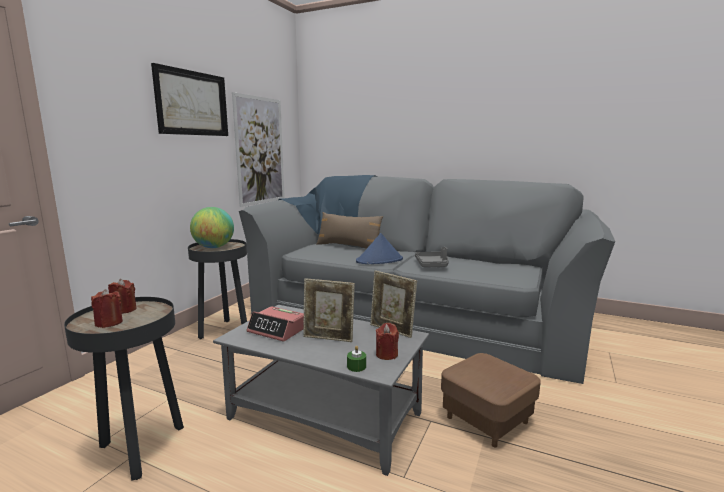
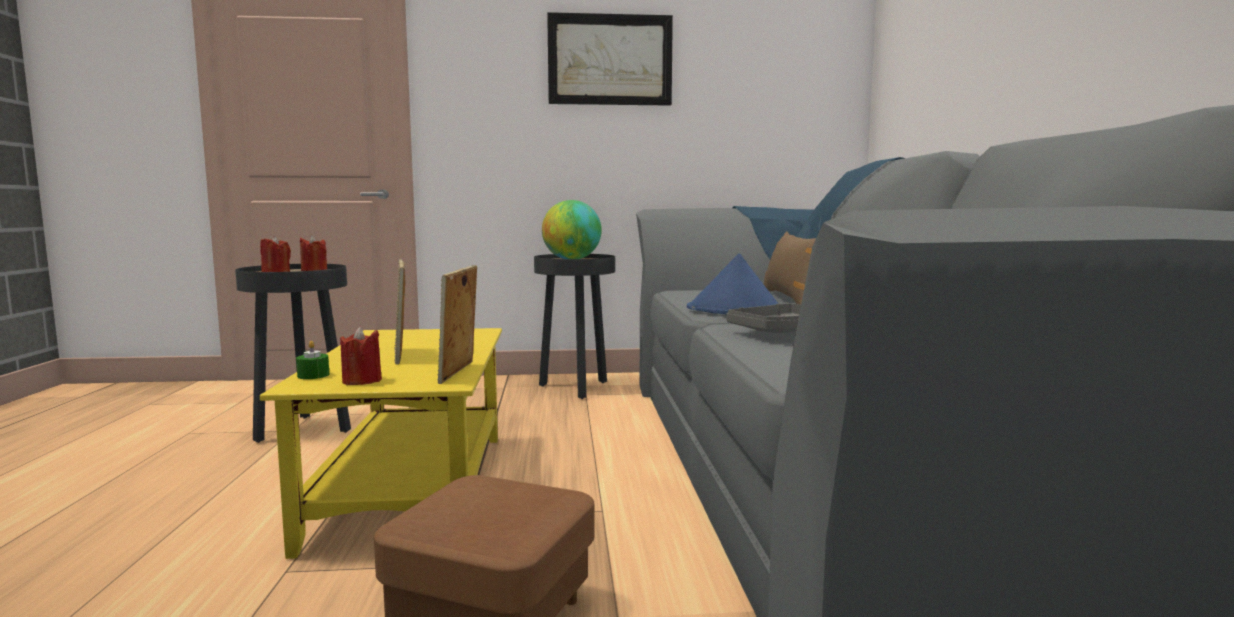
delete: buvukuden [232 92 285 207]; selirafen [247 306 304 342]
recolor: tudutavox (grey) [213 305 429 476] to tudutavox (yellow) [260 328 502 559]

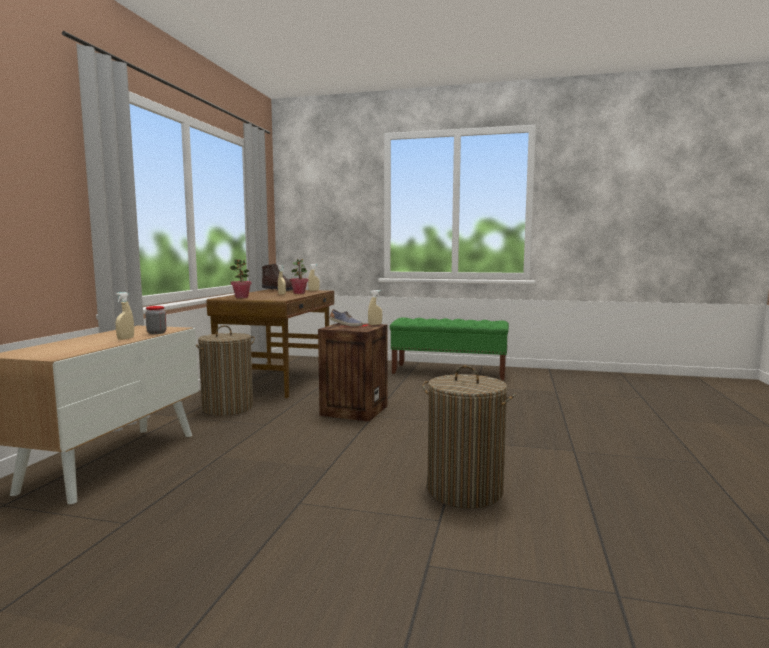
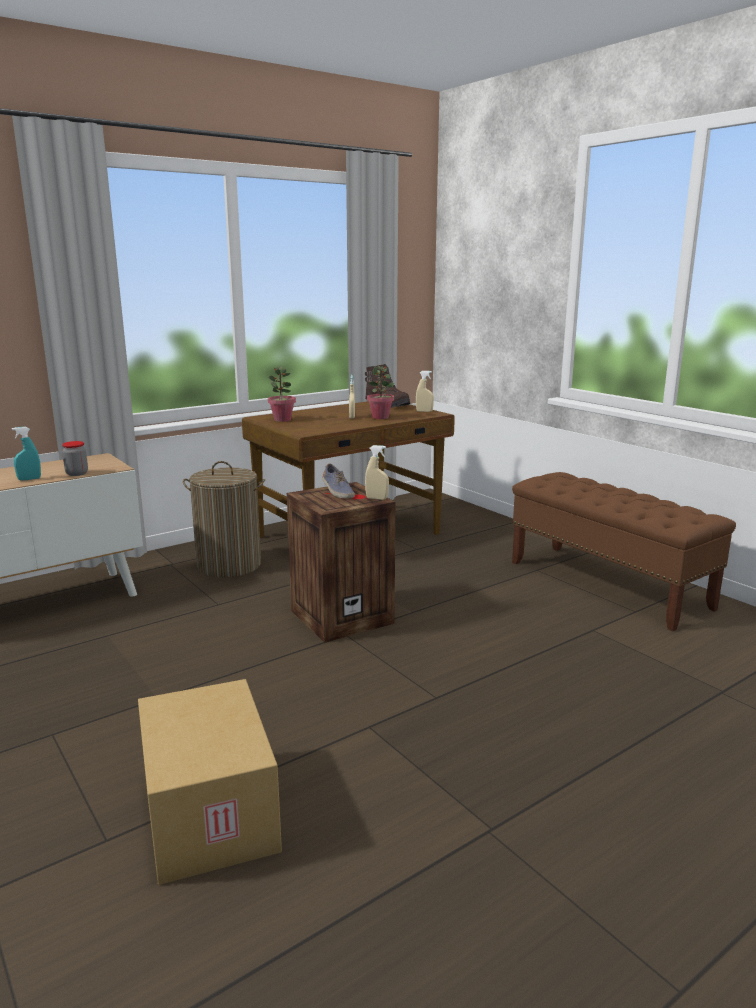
replace: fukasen [422 365 516 508] to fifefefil [138 679 282 885]
recolor: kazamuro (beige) [116 292 134 340] to kazamuro (turquoise) [12 427 41 480]; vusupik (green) [390 317 509 380] to vusupik (brown) [512 472 736 631]

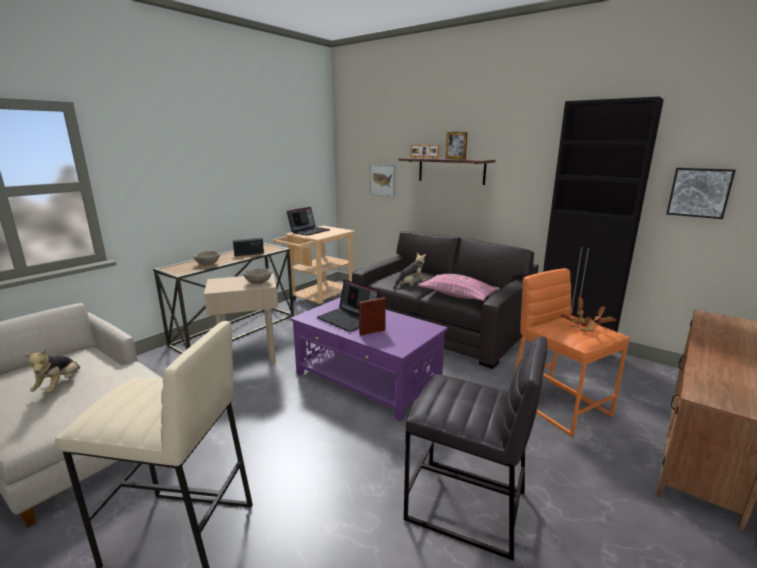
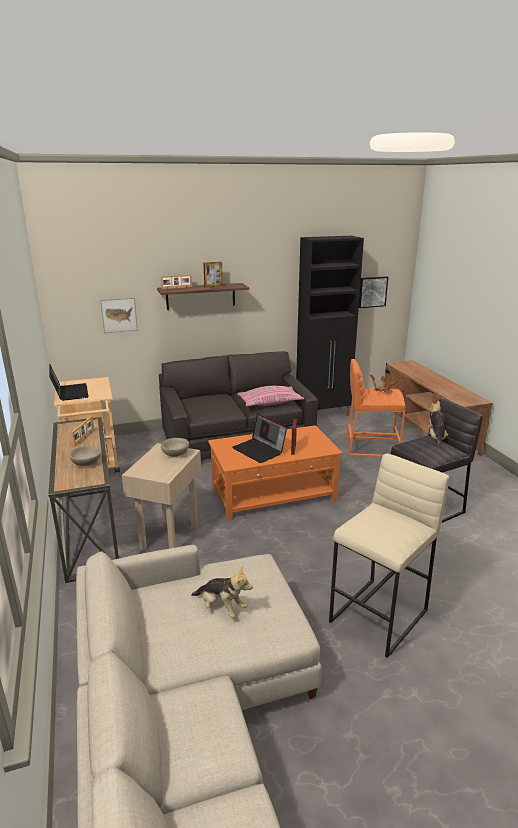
move: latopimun [393 253 426 289] to [428 401 448 450]
replace: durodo [233 238 264 256] to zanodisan [71 416 94 447]
recolor: tudutavox (purple) [290 297 448 421] to tudutavox (orange) [208 425 343 520]
rotate: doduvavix [317 280 379 332] = [232 414 287 463] 60 degrees clockwise

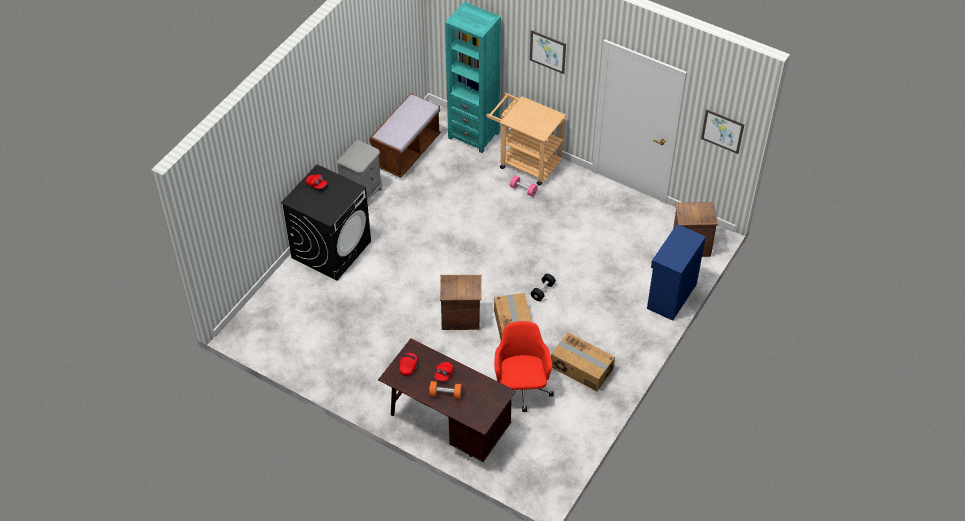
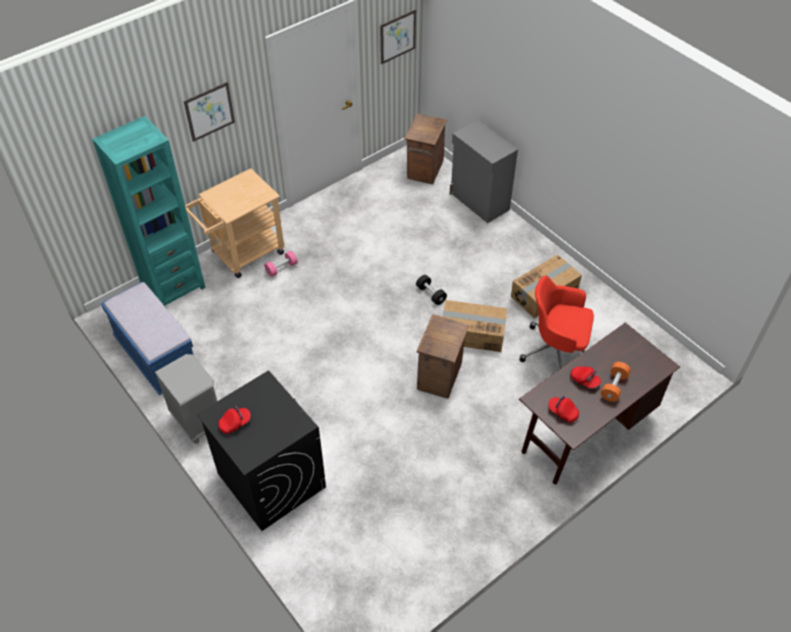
recolor: vusupik (brown) [370 93 441 178] to vusupik (blue) [101 282 193 395]; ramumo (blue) [647 224 706 321] to ramumo (grey) [450 120 518 223]

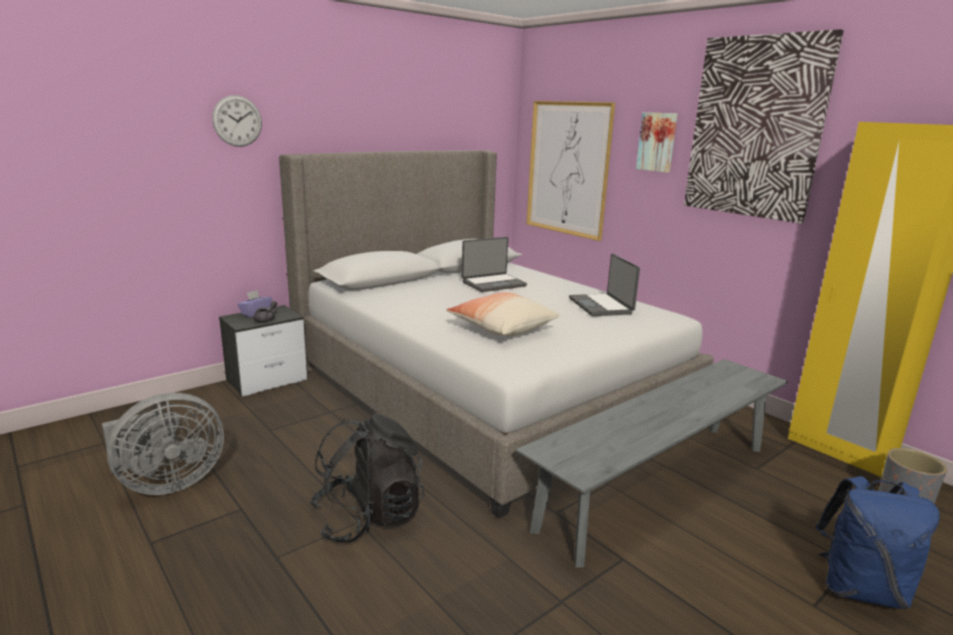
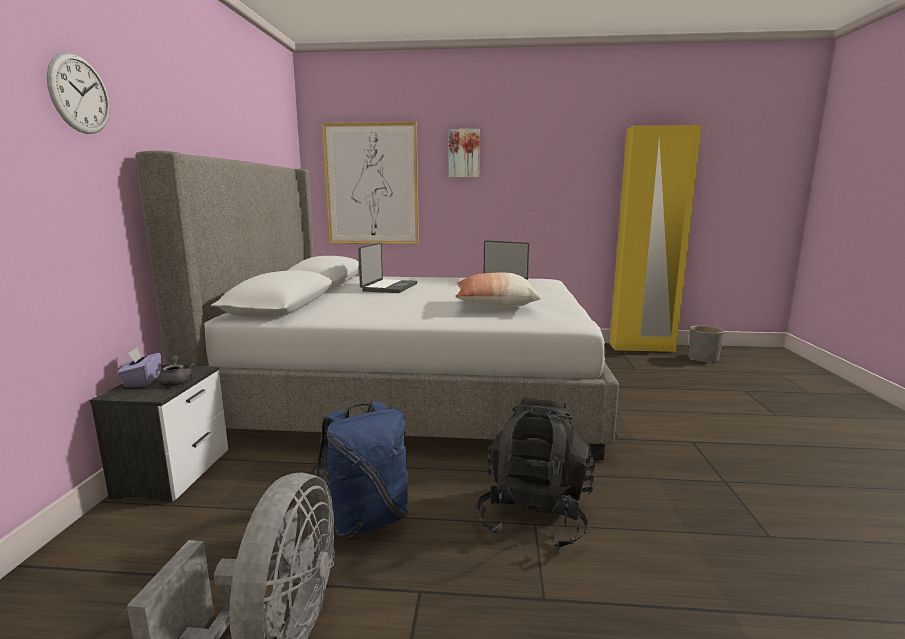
delete: buvukuden [684 29 844 224]; vusupik (grey) [516 359 788 568]
move: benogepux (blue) [815 476 940 609] to [316 401 408 537]

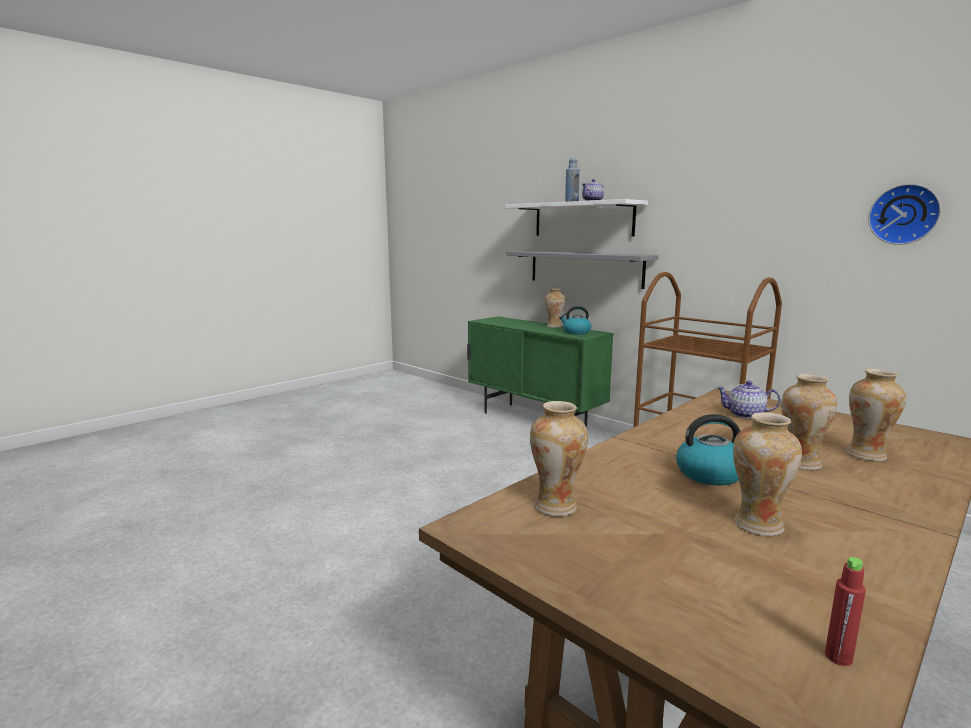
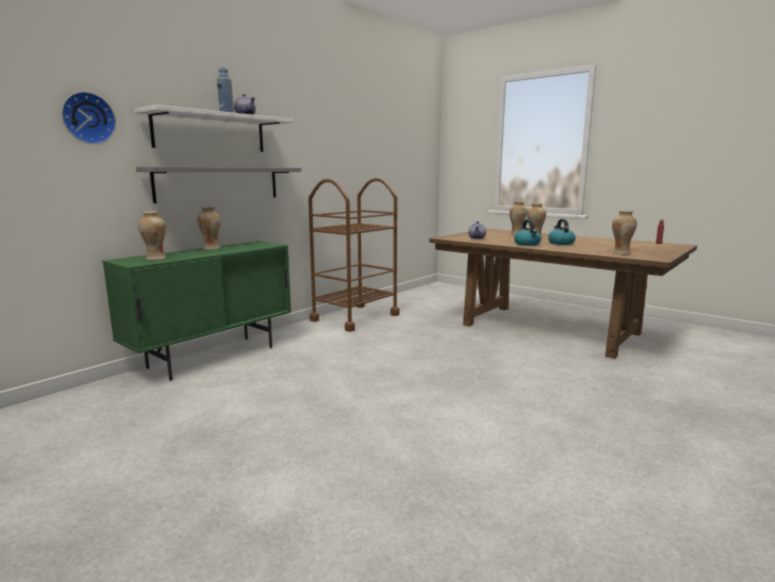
move: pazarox [868 184 941 245] to [61 92 116 144]; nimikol [559 306 591 335] to [514 219 541 246]; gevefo [733 412 802 536] to [138 212 166 260]

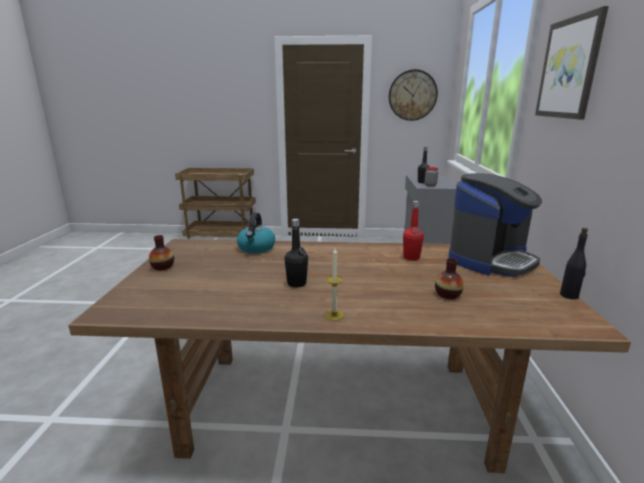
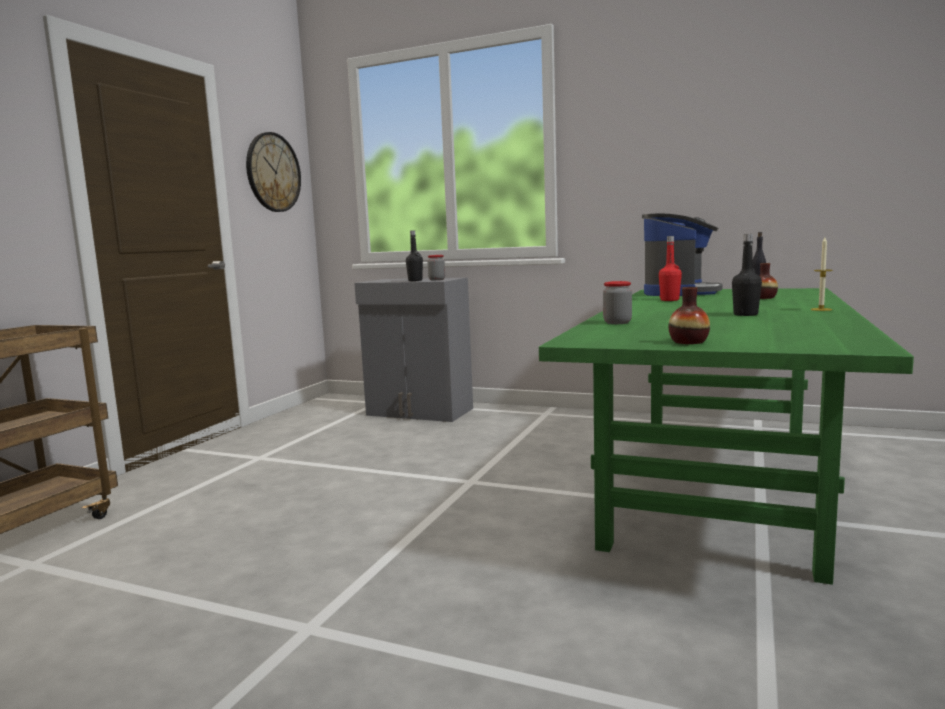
delete: buvukuden [535 6 609 120]
replace: nimikol [237 213 275 253] to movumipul [603 281 632 324]
recolor: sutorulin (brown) [68 239 631 473] to sutorulin (green) [539 288 914 585]
rotate: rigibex [449 173 542 277] = [642 214 723 296] 45 degrees clockwise

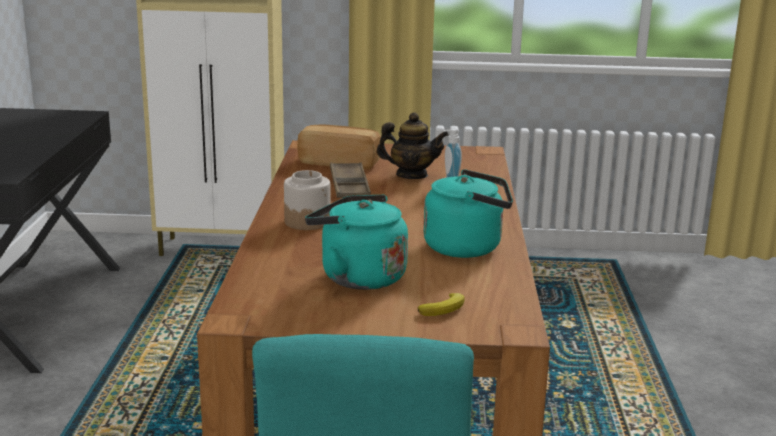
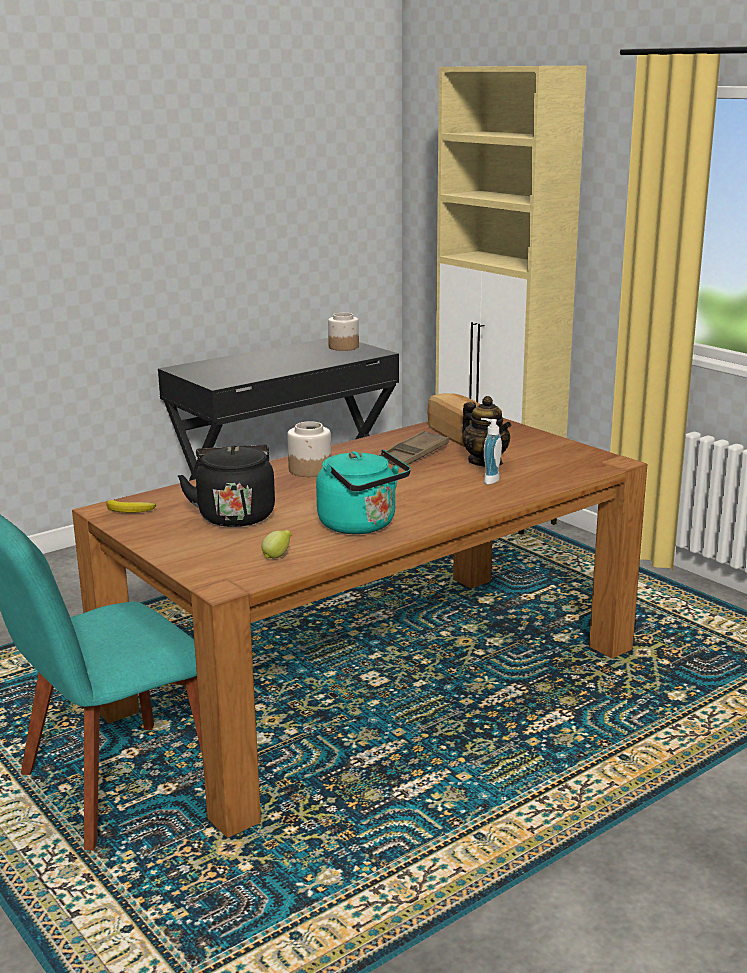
insert: movumipul [328 313 359 351]; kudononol [261 530 292 559]
move: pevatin [418 293 465 316] to [106 500 156 513]
recolor: nimikol (turquoise) [305 195 408 290] to nimikol (black) [178 445 275 527]

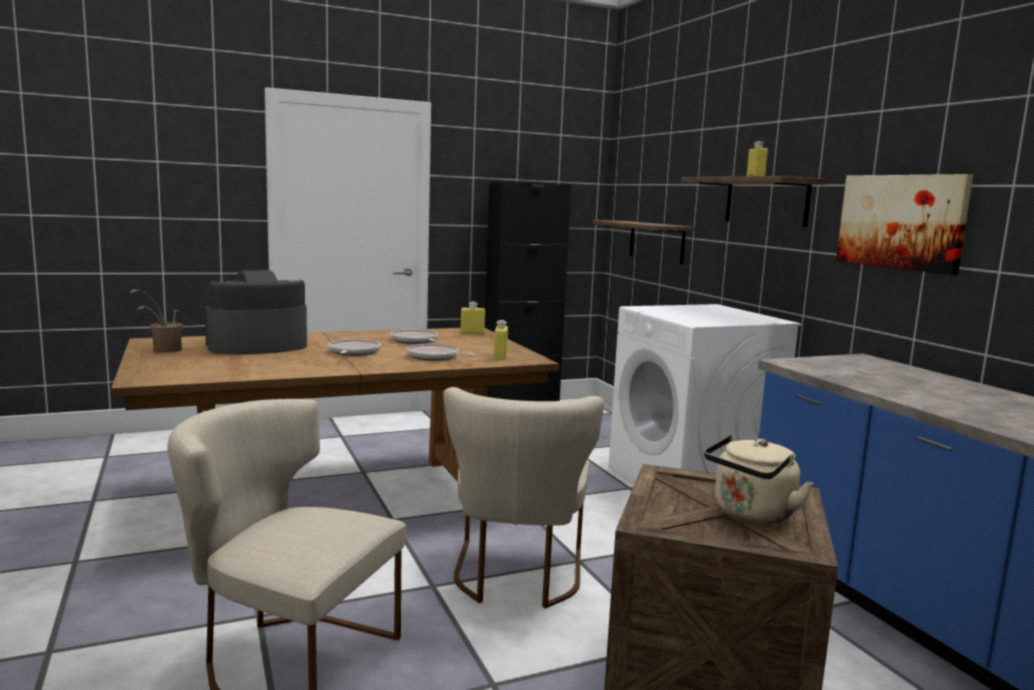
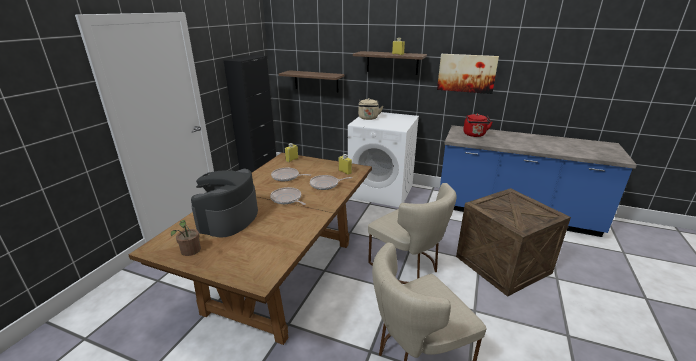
insert: nimikol (red) [463 114 493 137]
move: nimikol (beige) [704 435 813 524] to [358 98 383 120]

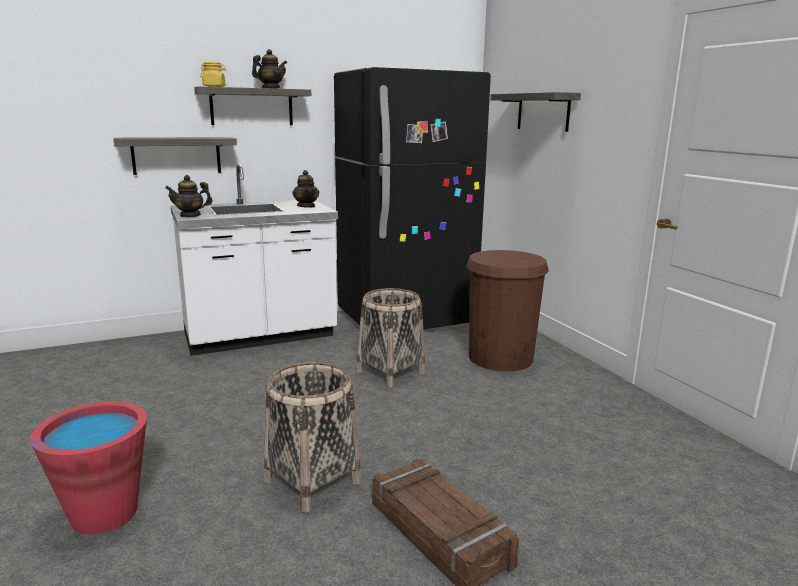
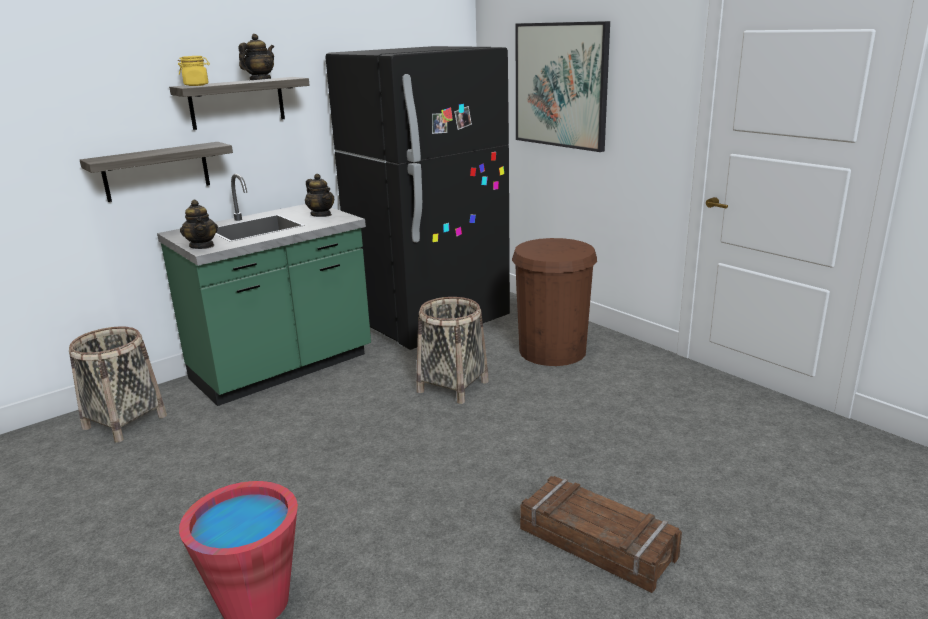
move: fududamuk [264 362 362 513] to [69 327 167 442]
replace: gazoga [490 92 581 132] to buvukuden [516 21 610 152]
recolor: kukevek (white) [171 164 338 356] to kukevek (green) [157 174 371 406]
rotate: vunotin [165 175 213 217] = [180 200 218 249] 90 degrees counterclockwise

